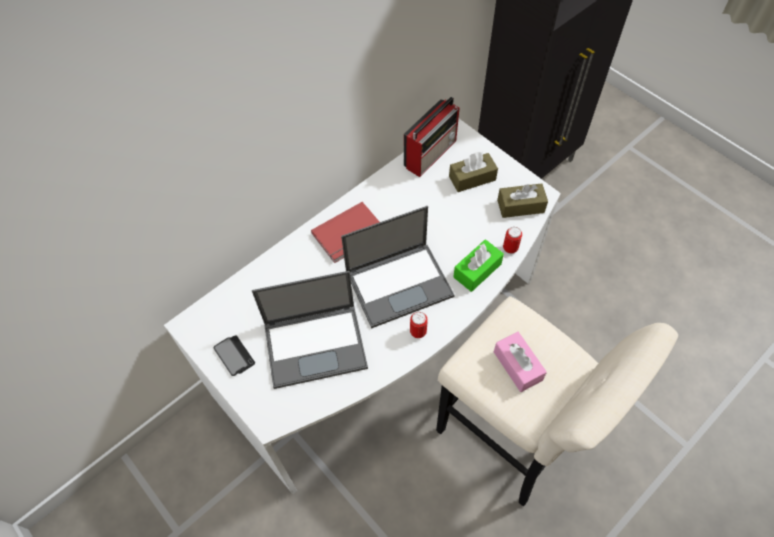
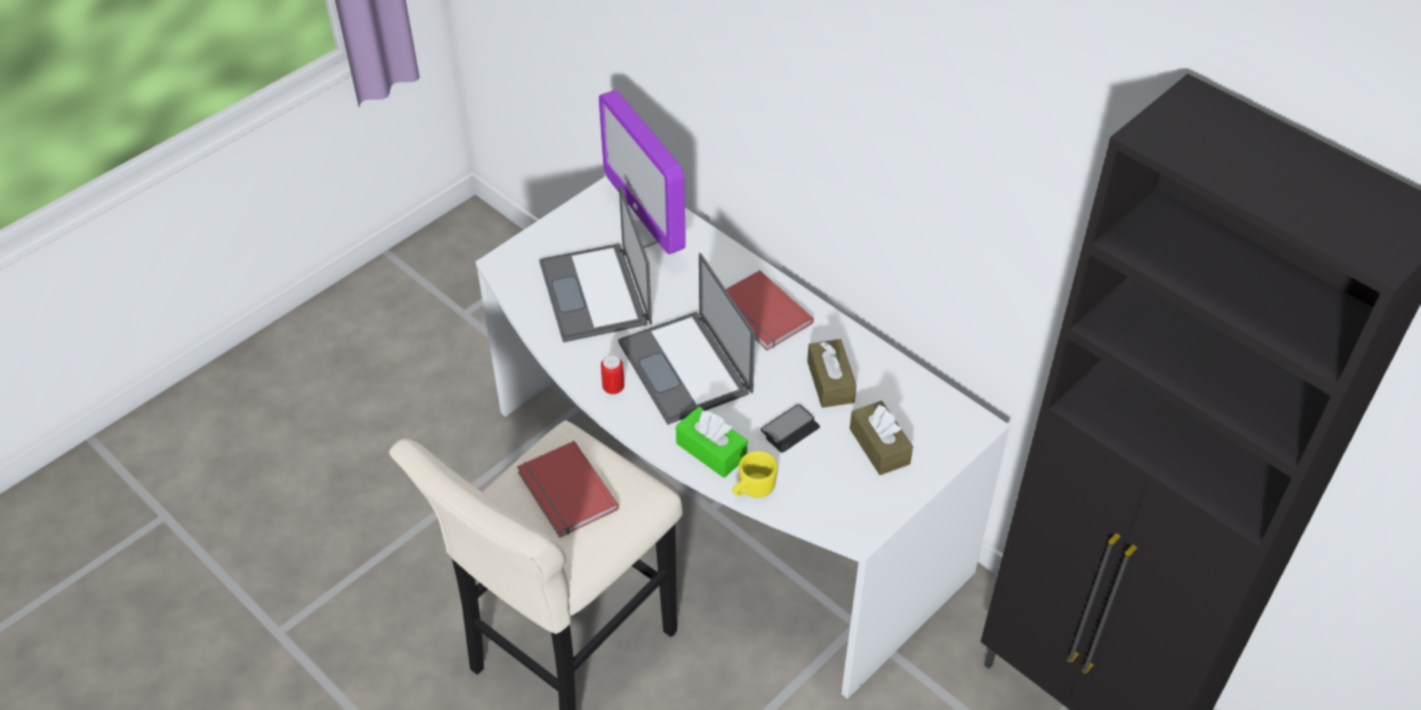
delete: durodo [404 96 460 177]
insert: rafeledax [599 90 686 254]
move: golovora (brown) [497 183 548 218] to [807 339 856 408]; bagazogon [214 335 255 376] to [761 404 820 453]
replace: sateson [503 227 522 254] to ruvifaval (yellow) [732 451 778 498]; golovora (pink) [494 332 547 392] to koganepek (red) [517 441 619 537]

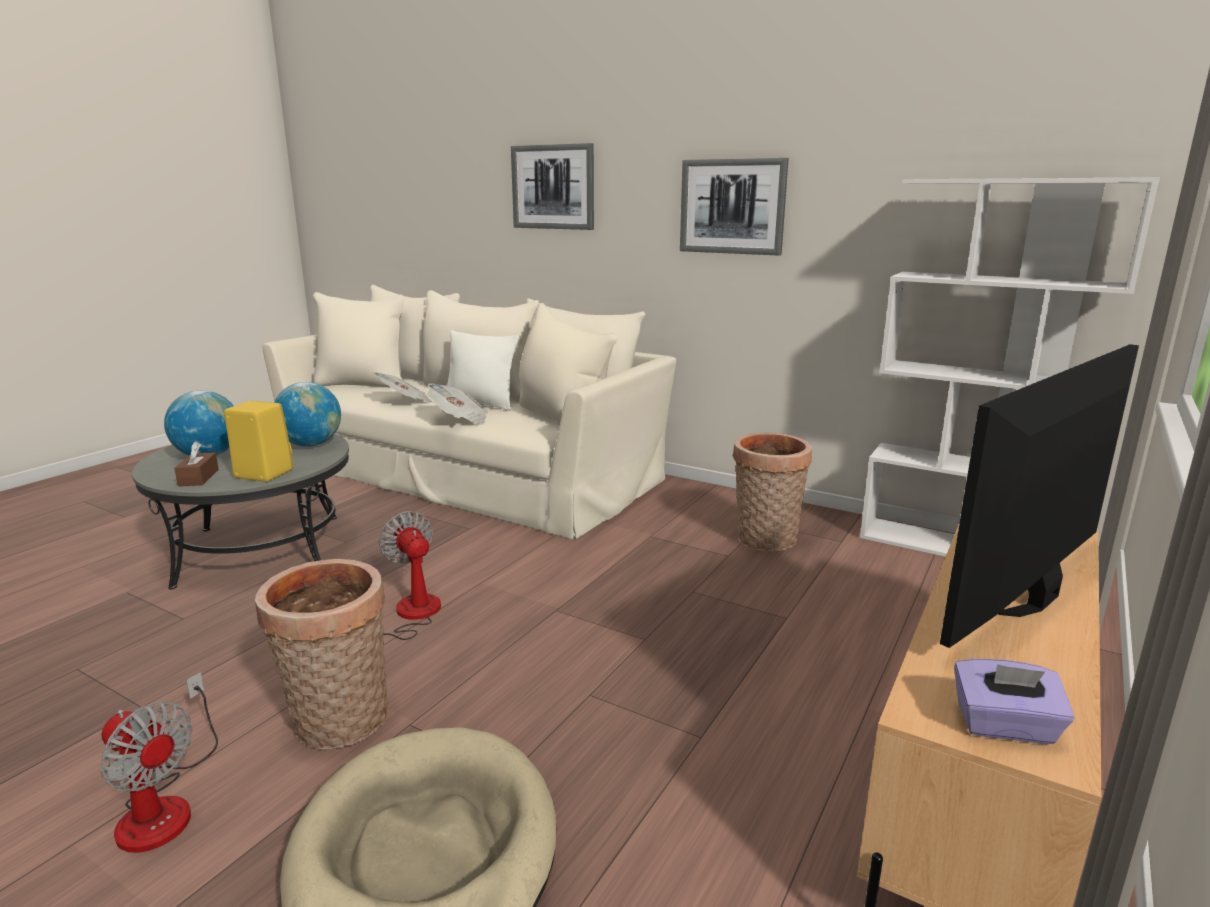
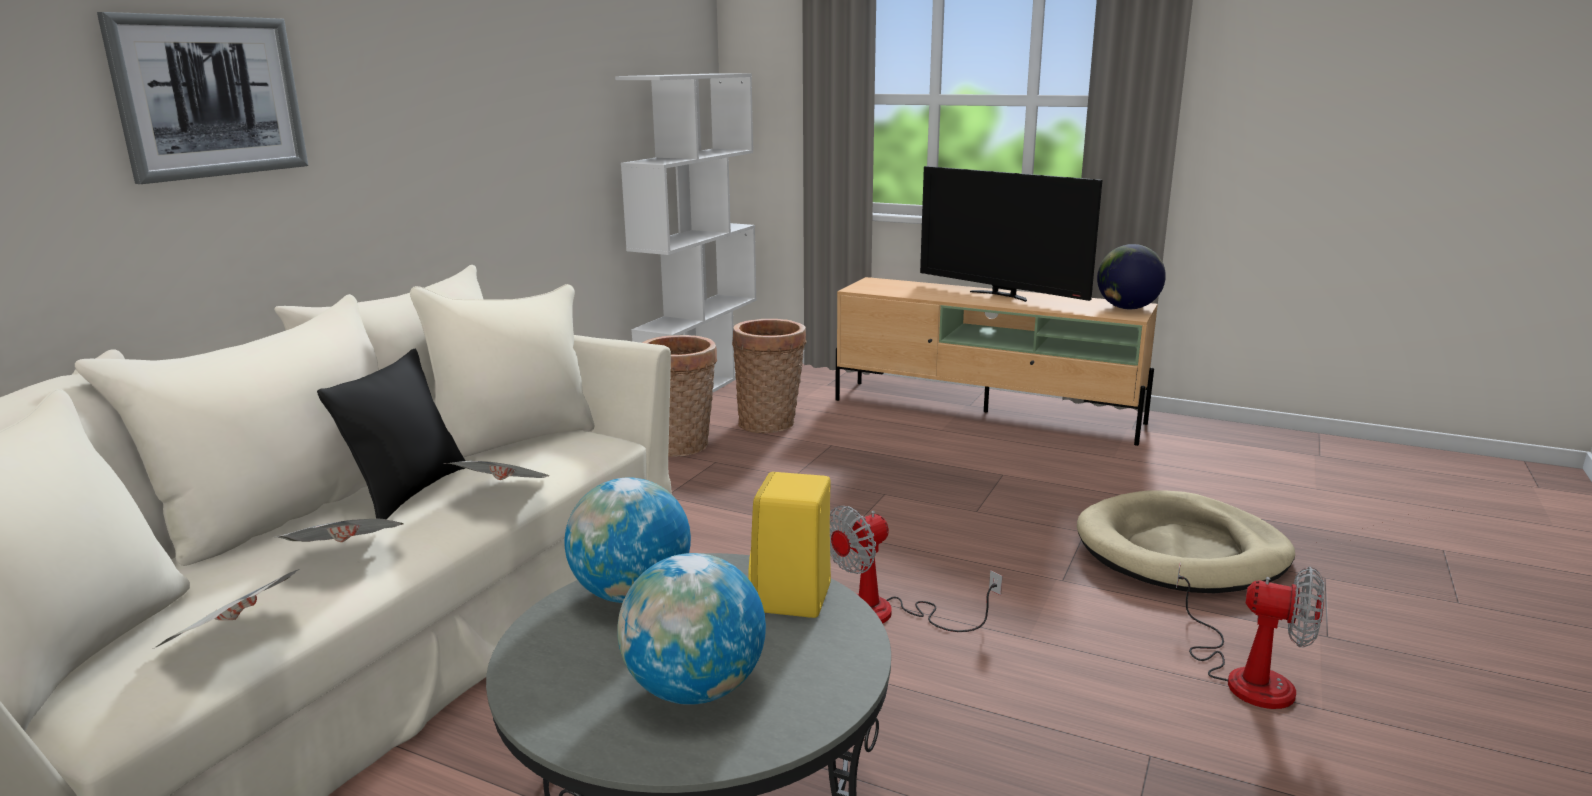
delete: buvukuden [680 158 789 255]; golovora (brown) [174 442 219 486]
insert: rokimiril [153 569 300 649]
move: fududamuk [255 559 388 749] to [732 319 807 433]
replace: golovora (purple) [954 659 1074 744] to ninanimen [1097 244 1166 309]
recolor: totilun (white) [447 330 519 411] to totilun (black) [317 348 466 519]
rotate: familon [100 672 218 852] = [1176 562 1324 709] 90 degrees clockwise

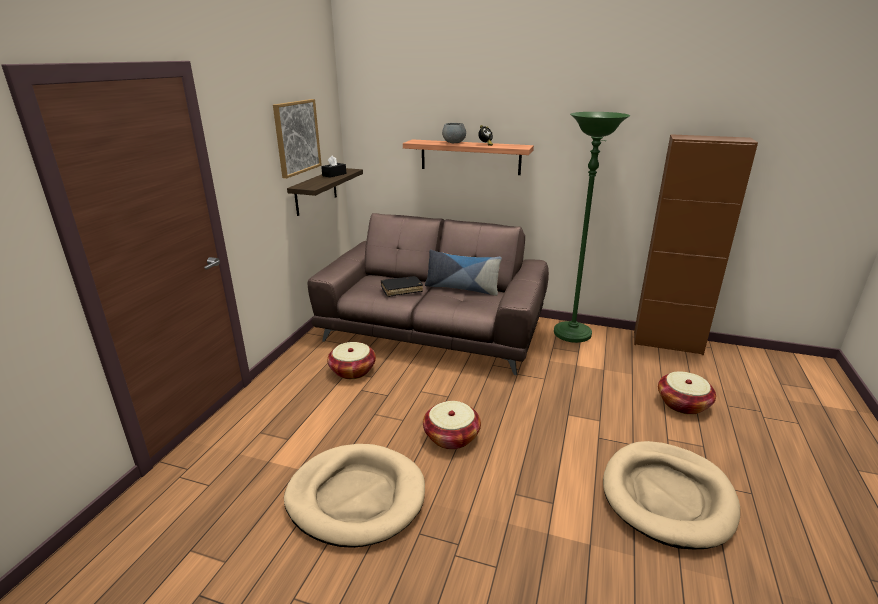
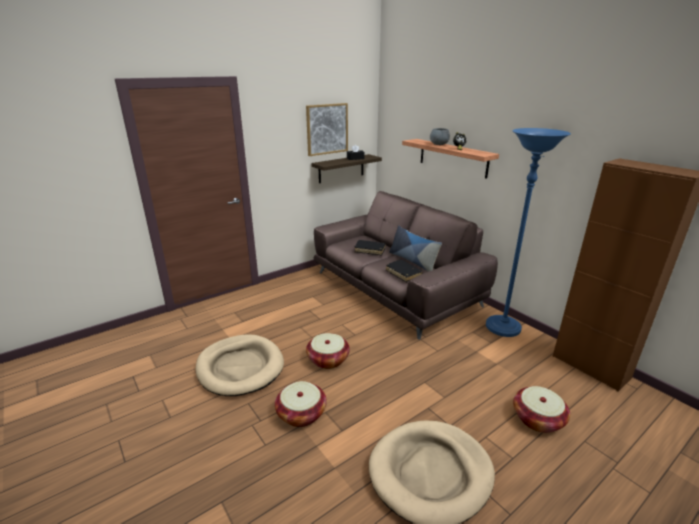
insert: koganepek (black) [386 260 423 282]
move: fududamuk [327 342 376 379] to [275 381 327 427]
recolor: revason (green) [554 112 630 343] to revason (blue) [486 128 571 337]

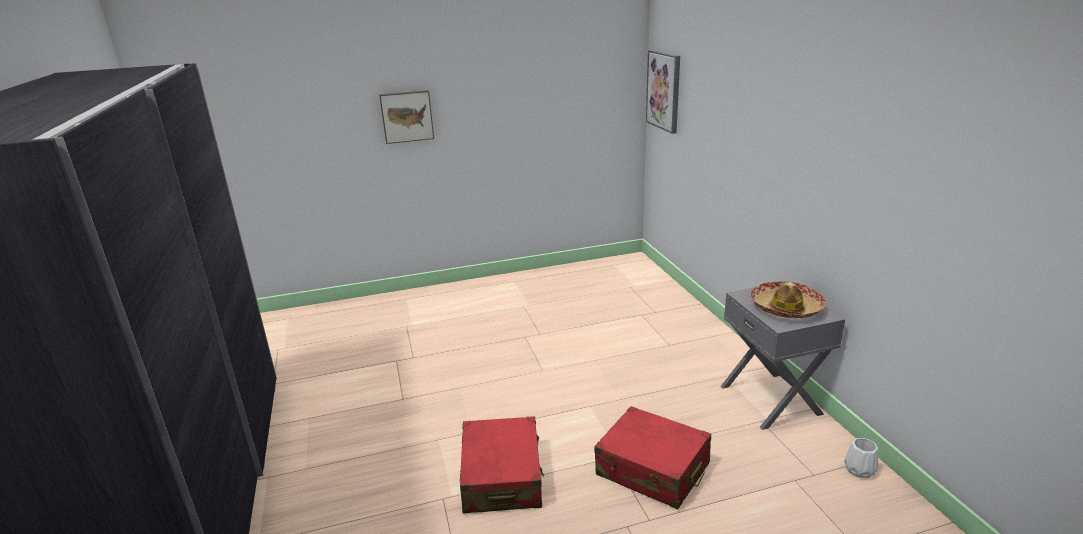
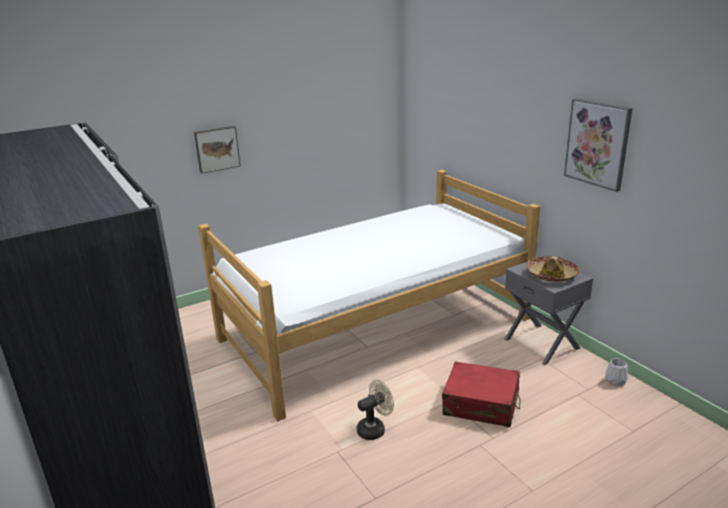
insert: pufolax [198 170 540 421]
move: buvukuden [646 50 680 134] to [564 98 632 192]
replace: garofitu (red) [460 416 544 514] to familon (beige) [357 380 394 440]

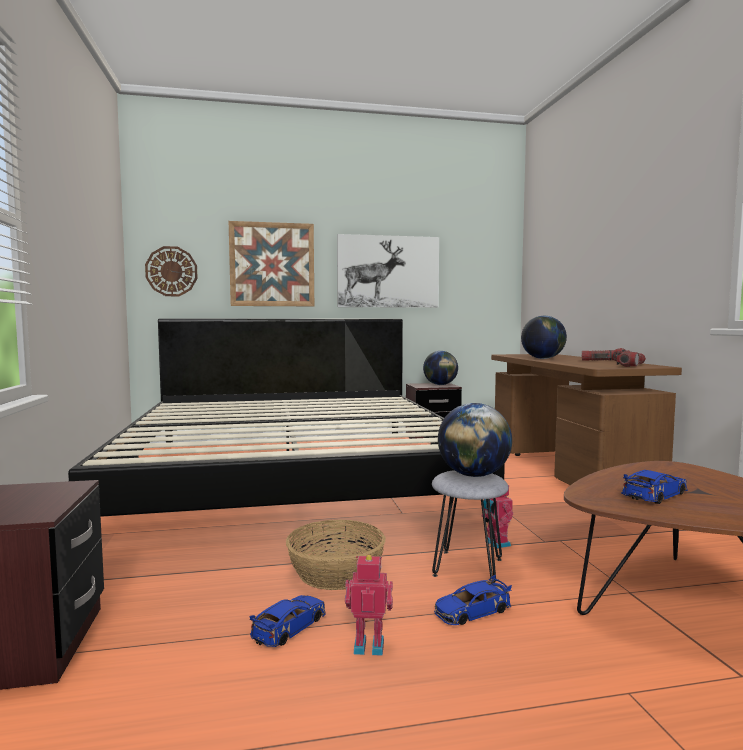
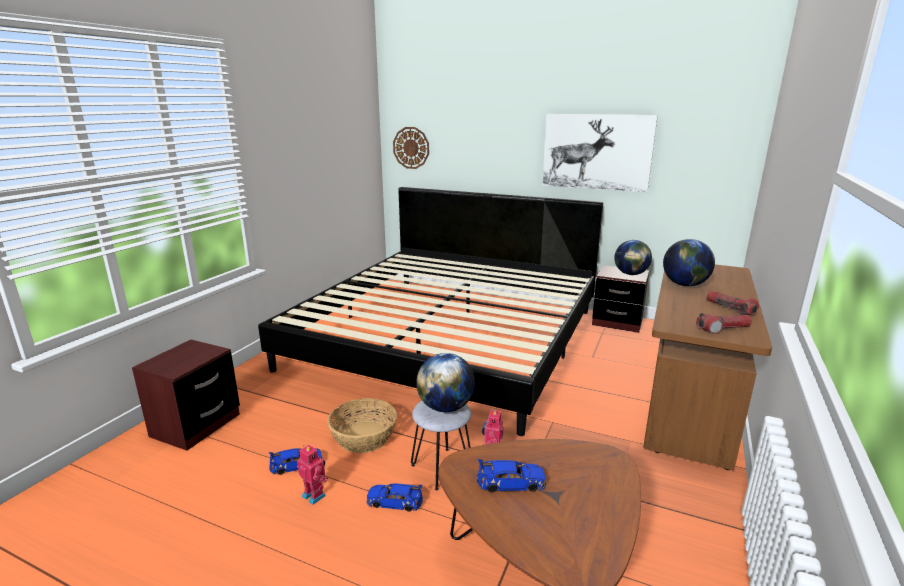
delete: buvukuden [229 221 314 306]

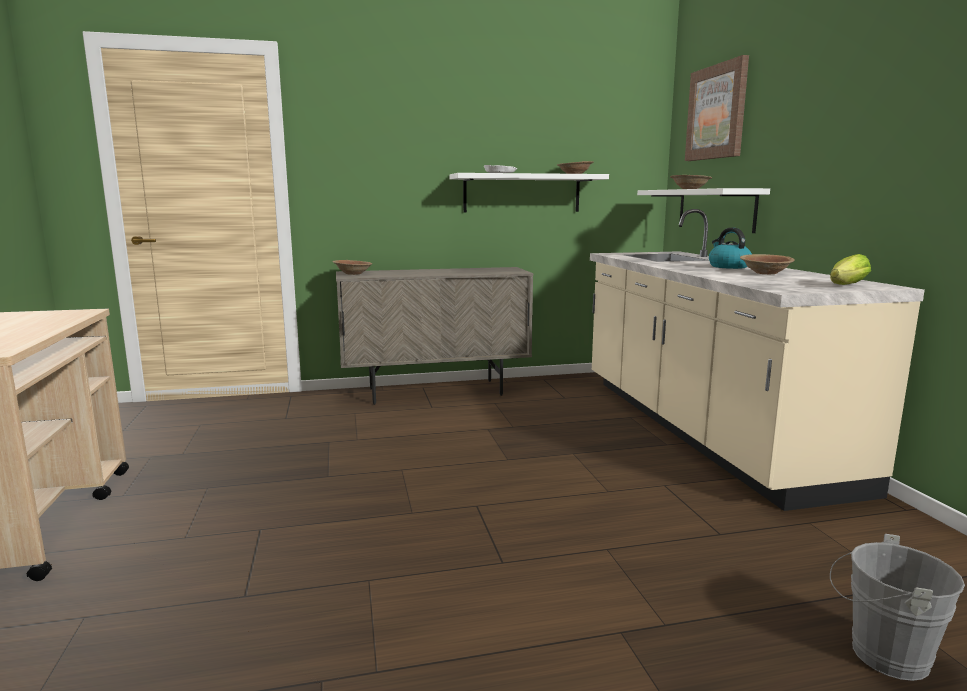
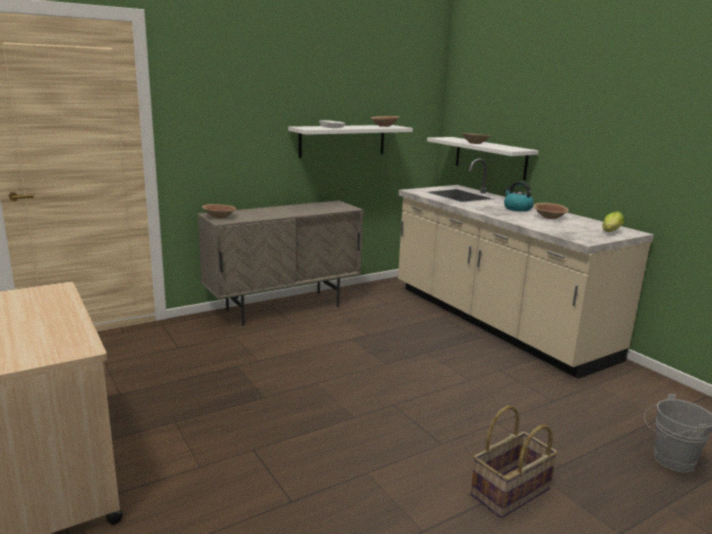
delete: buvukuden [685 55 749 161]
insert: fududamuk [471 405 558 518]

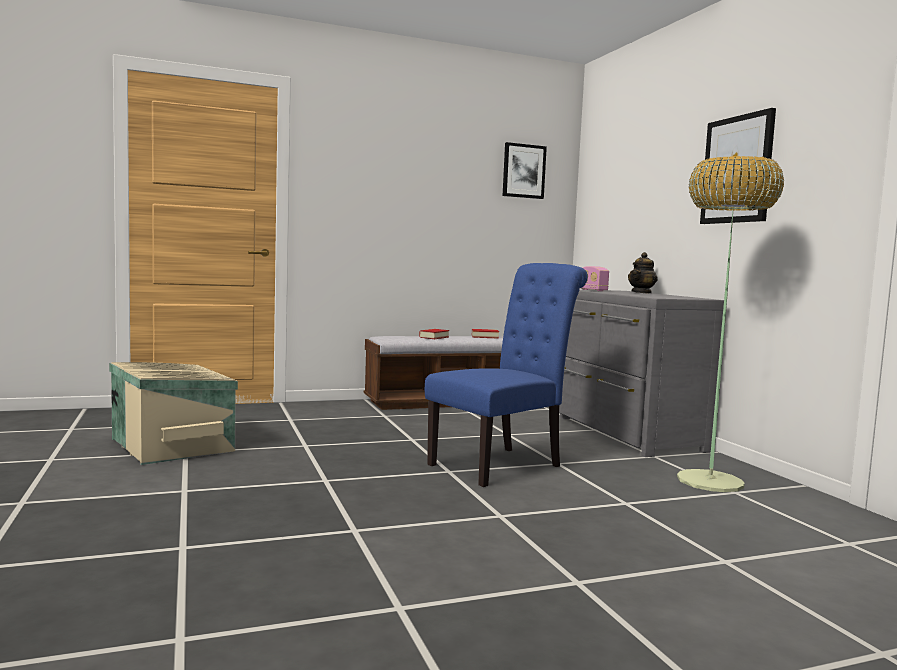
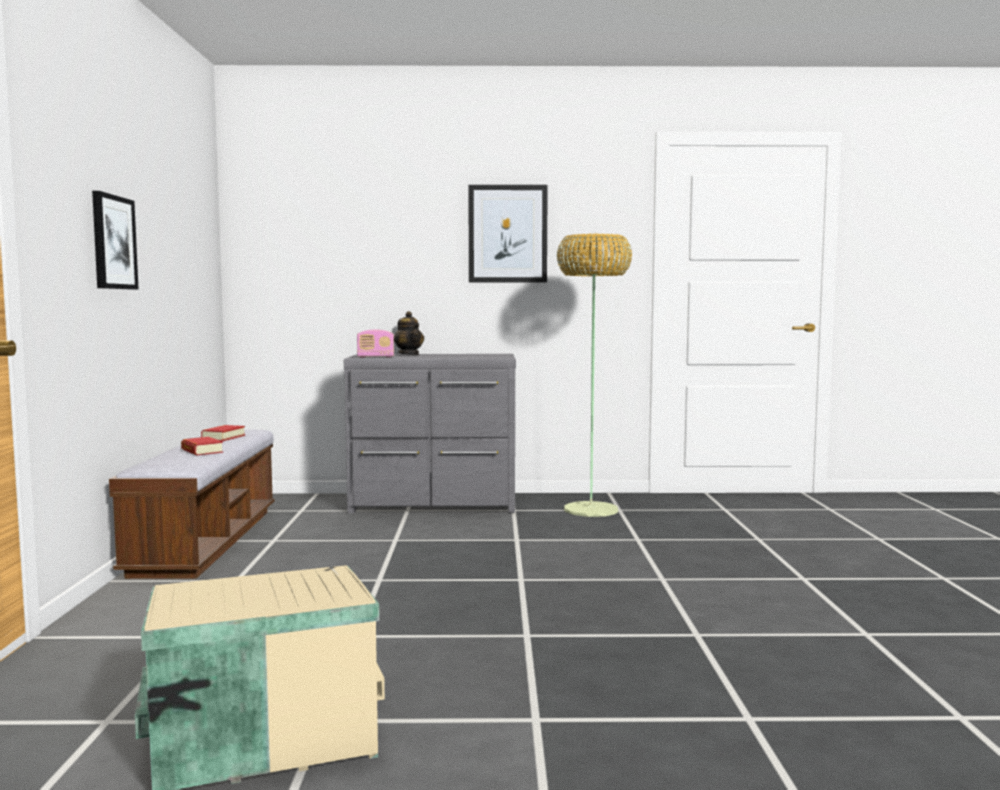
delete: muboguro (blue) [425 263 588 487]
move: buvukuden [503 142 547 199] to [92 191 139 290]

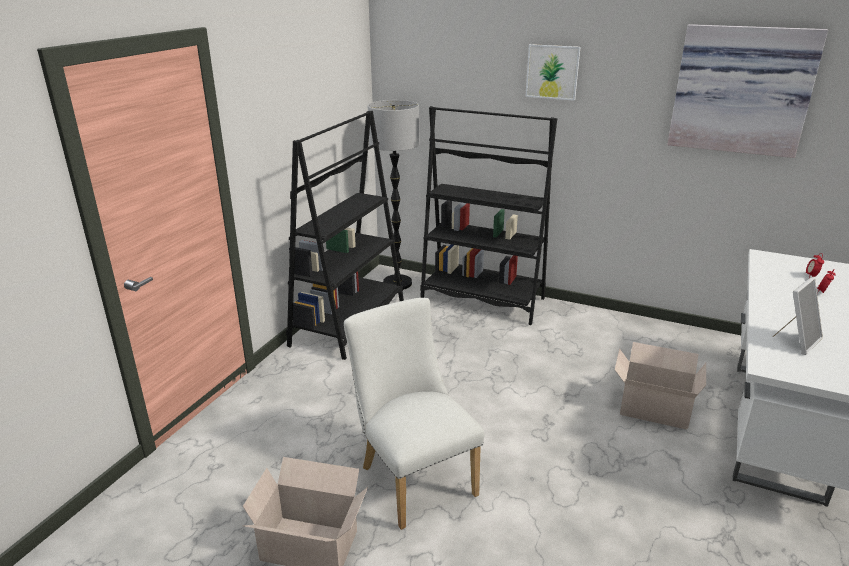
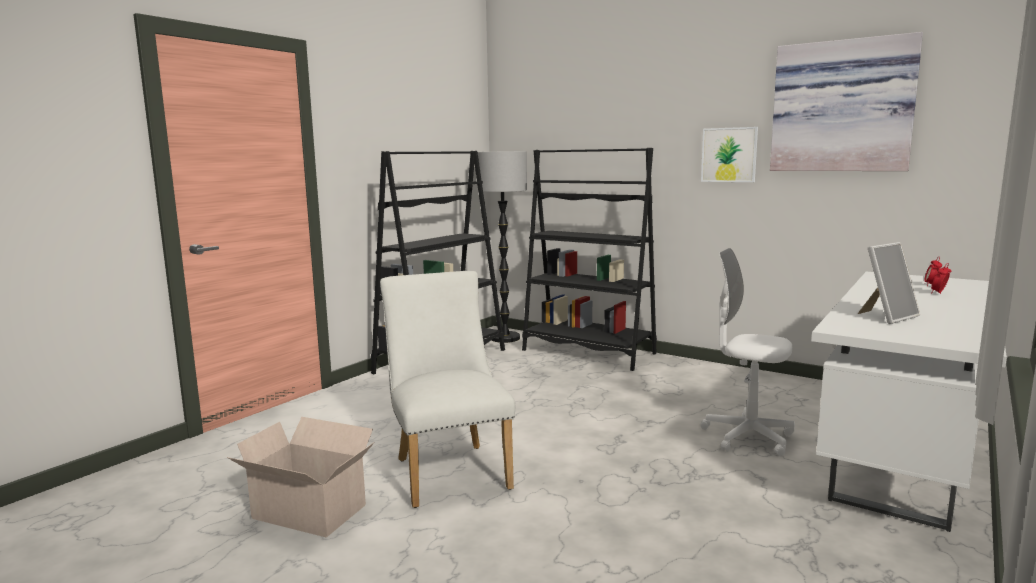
move: buvukuden [525 44 581 101] to [701 127 758 182]
replace: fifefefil [615 342 706 430] to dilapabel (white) [701 248 795 456]

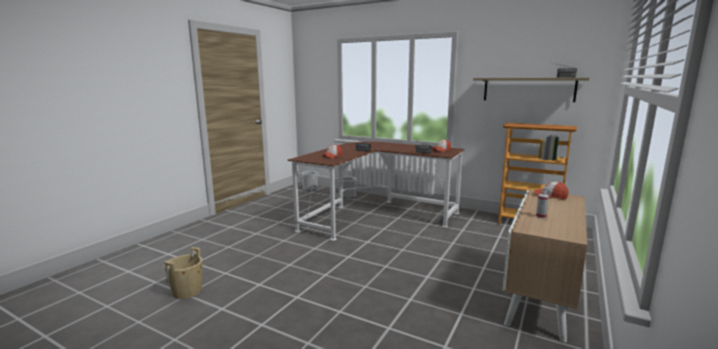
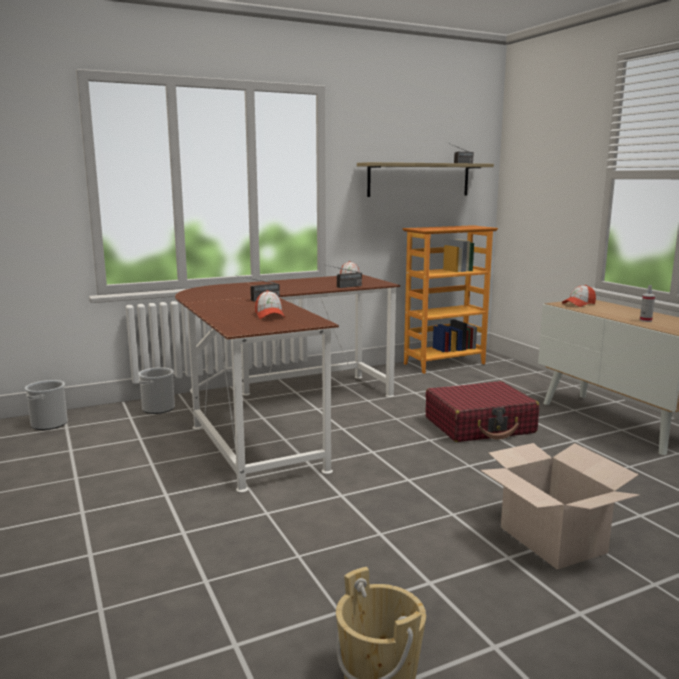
insert: garofitu (red) [425 381 539 442]; fifefefil [480 443 640 570]

